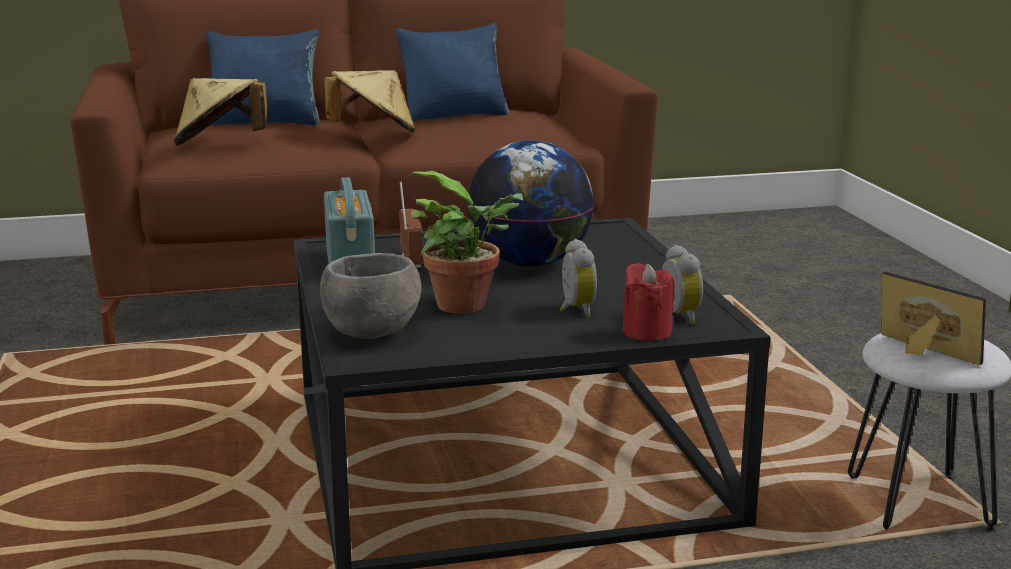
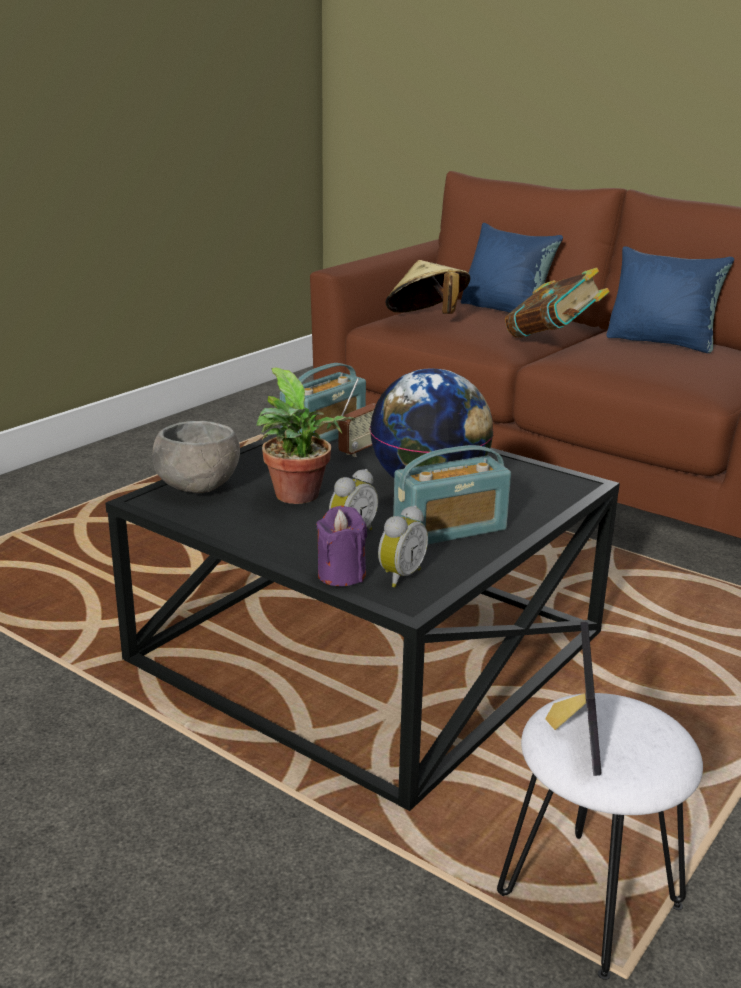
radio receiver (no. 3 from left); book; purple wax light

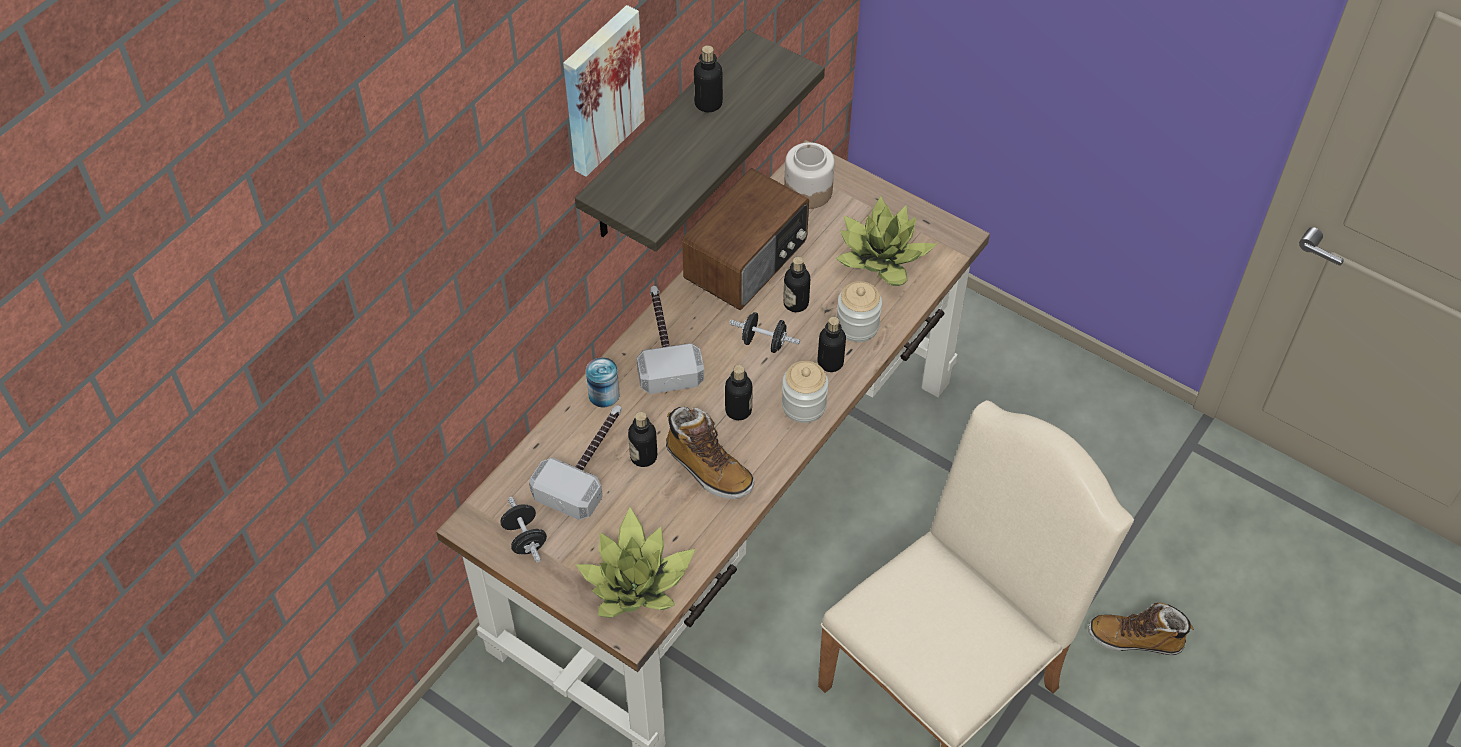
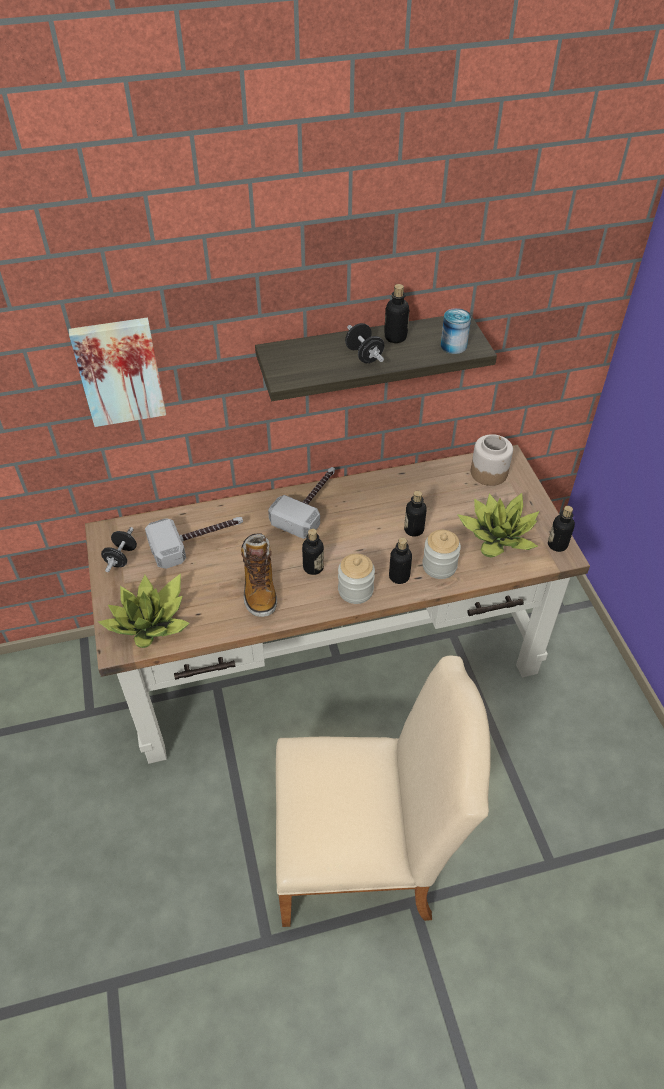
radio receiver; high-top boot (no. 2 from left in the first image); wall art; can; bottle (no. 5 from left); black hand weight (no. 2 from left)

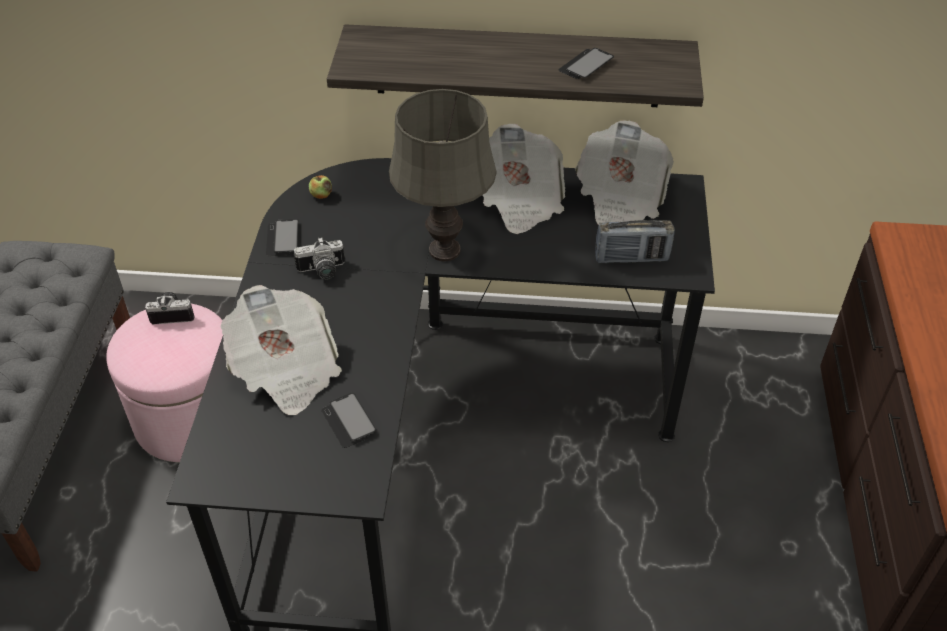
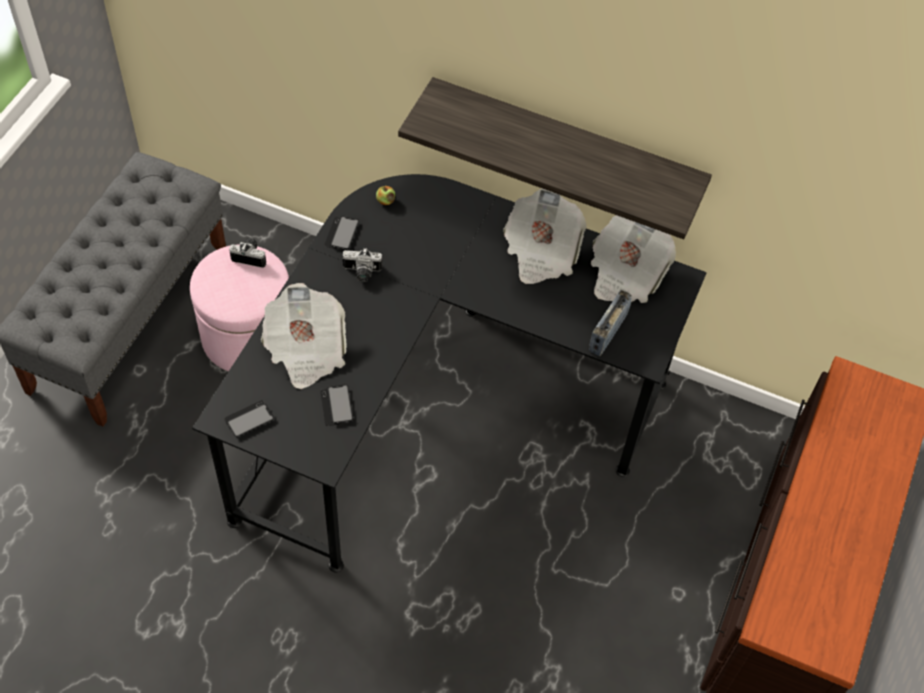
gray tabletop lamp; telephone (no. 1 from left); radio receiver

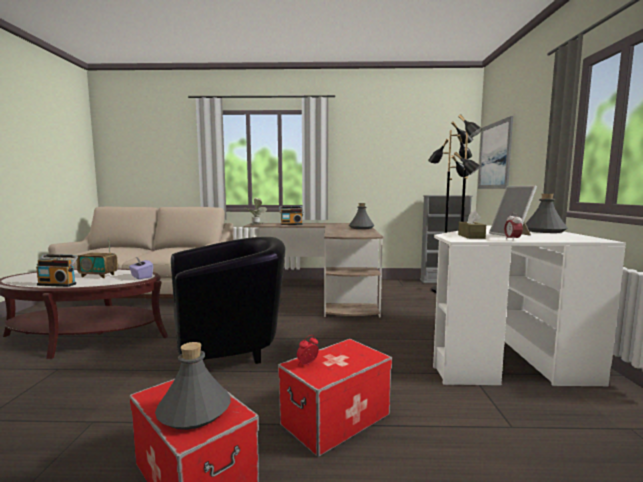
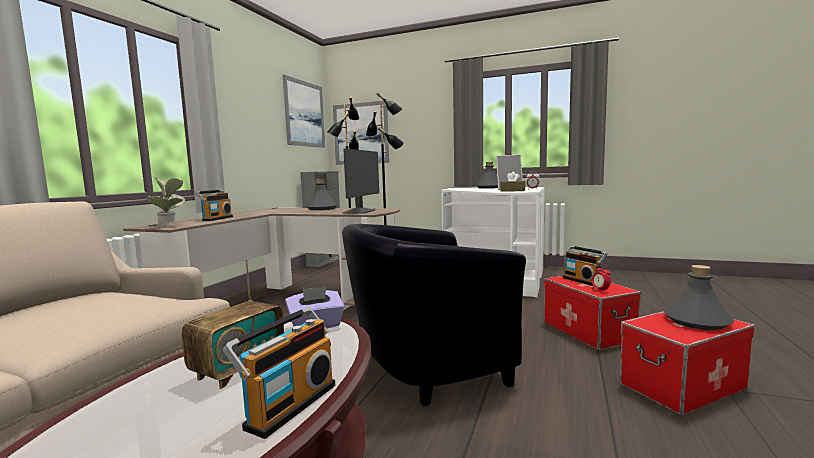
wall art (no. 1 from left); computer display; radio receiver (no. 4 from left); black armchair

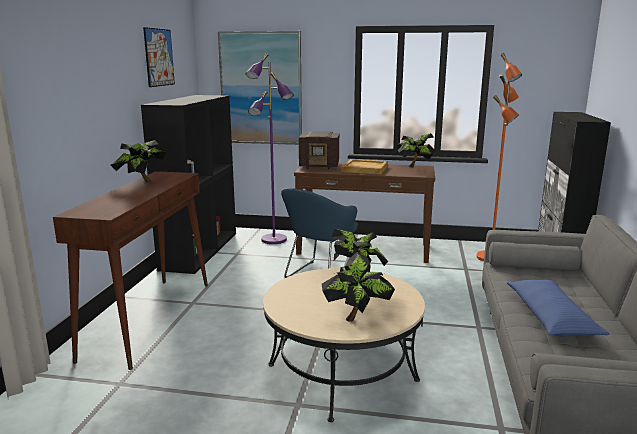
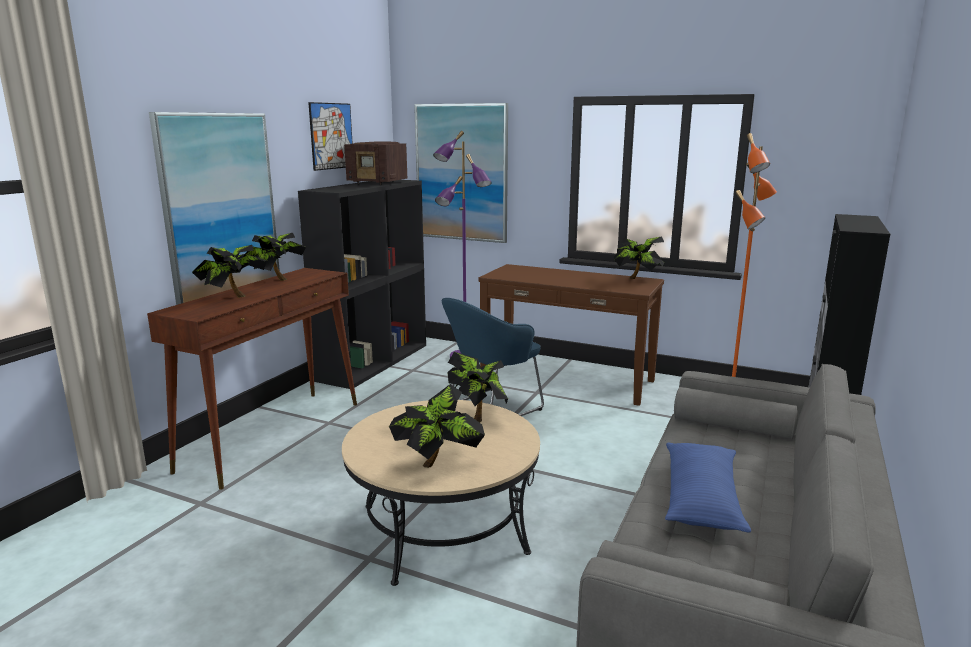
beige-coloured serving tray; wall art (no. 1 from left); potted plant (no. 1 from left); radio receiver

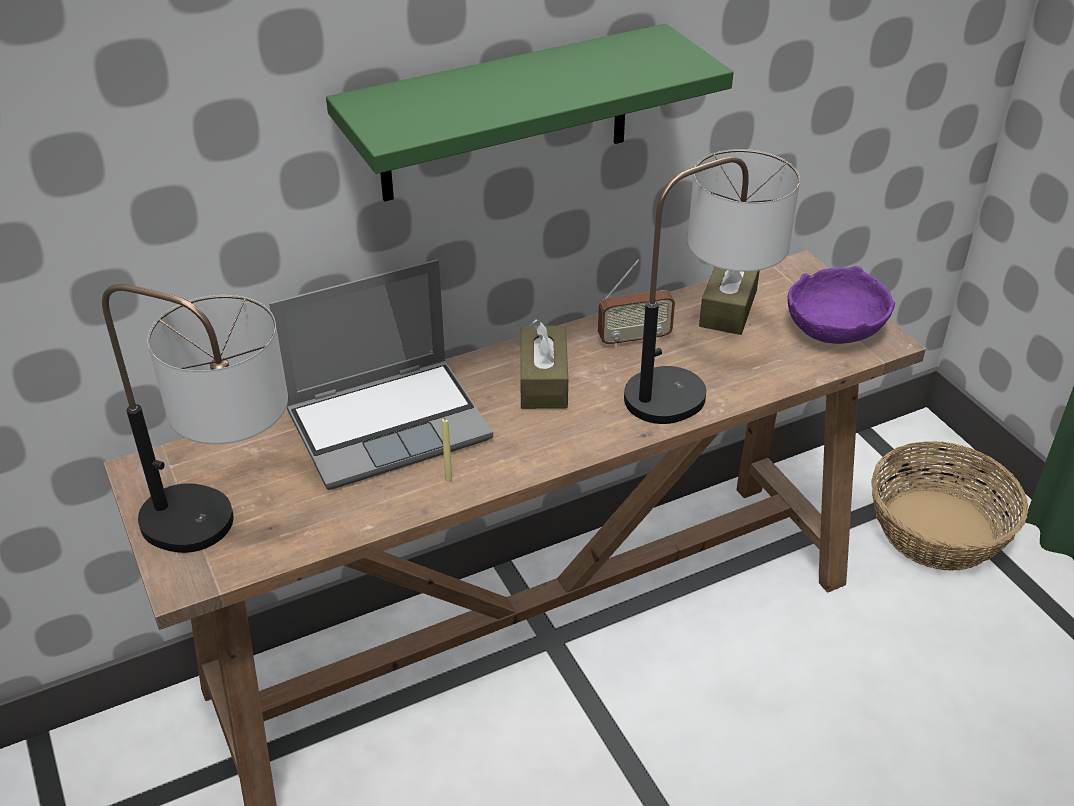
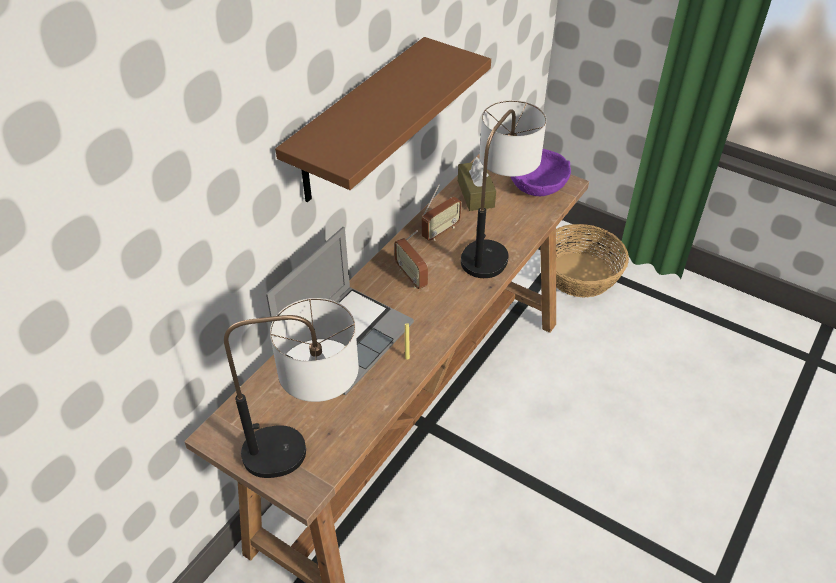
radio receiver (no. 1 from left); brown-coloured wall shelf

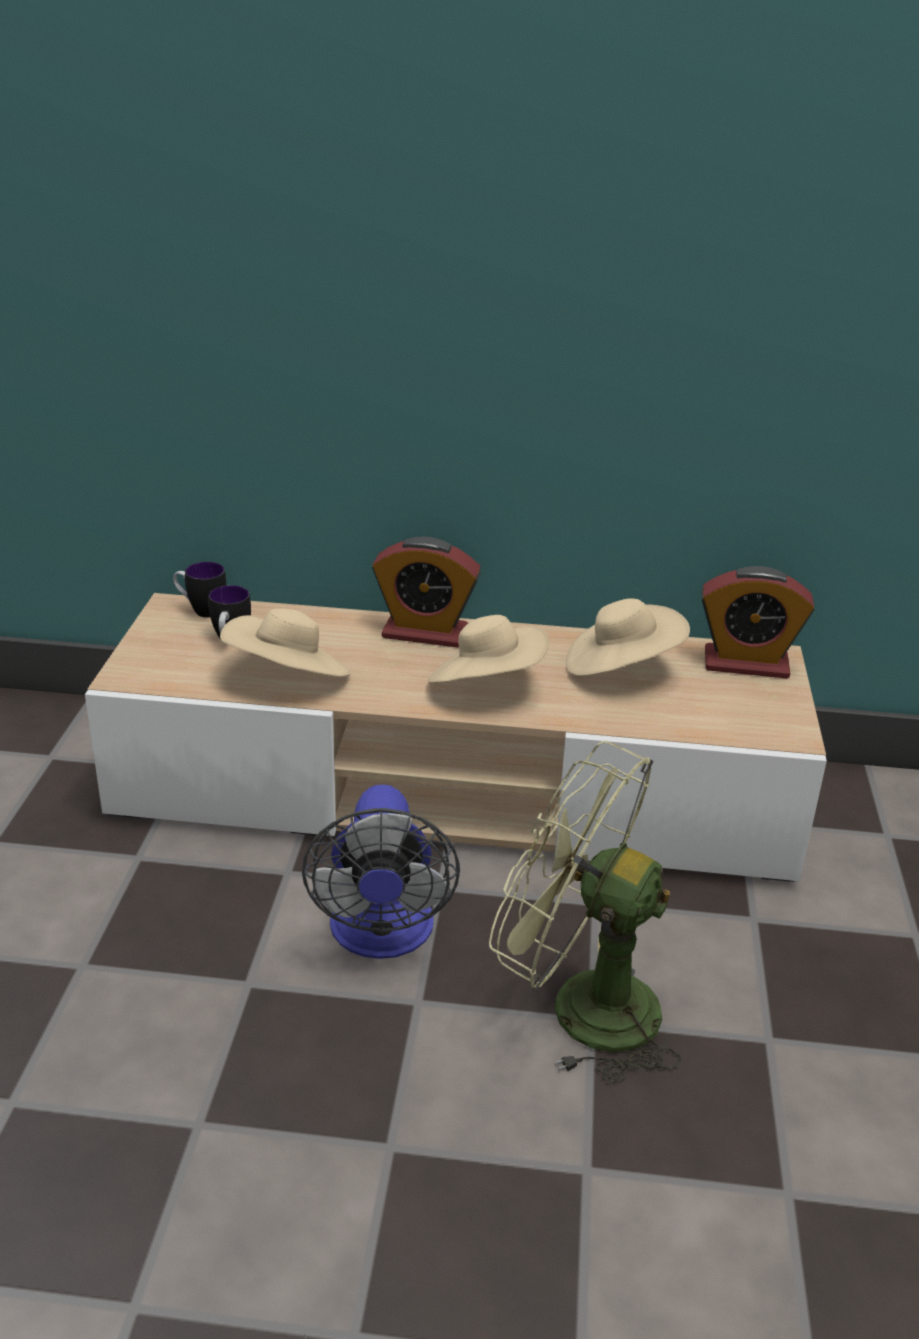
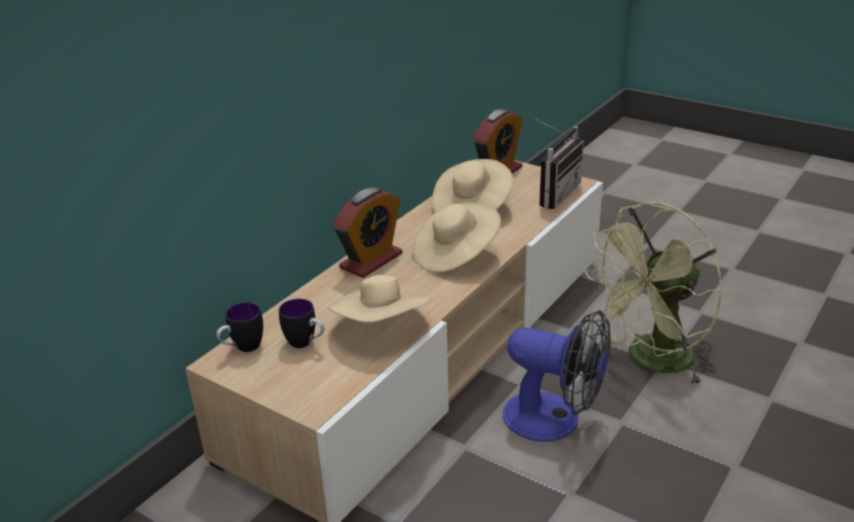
radio receiver

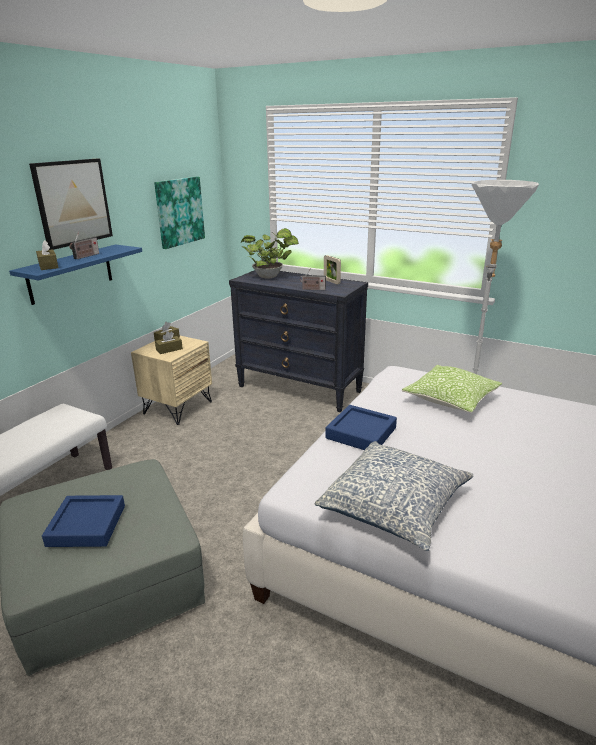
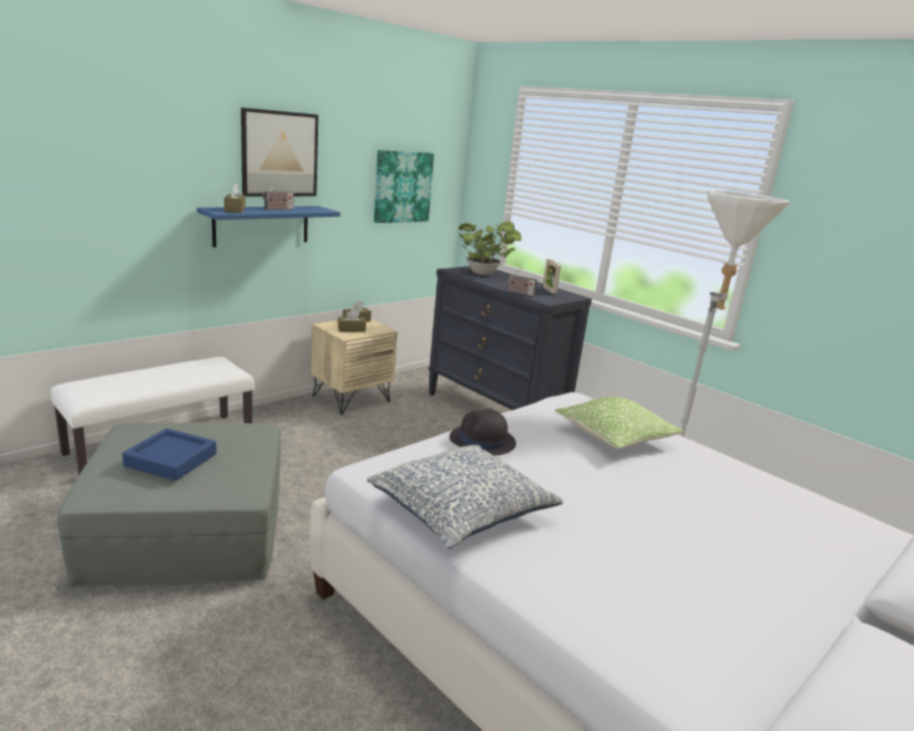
black wearable hat

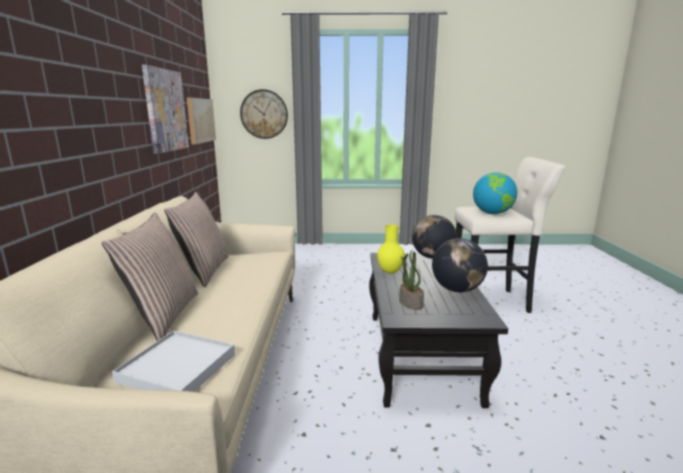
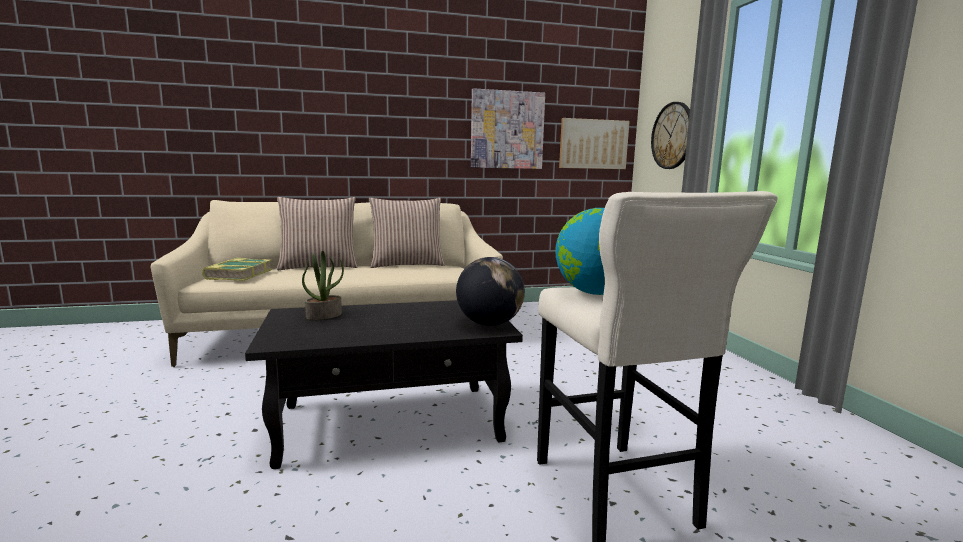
yellowish flower vase; desk globe (no. 2 from left in the first image); book

